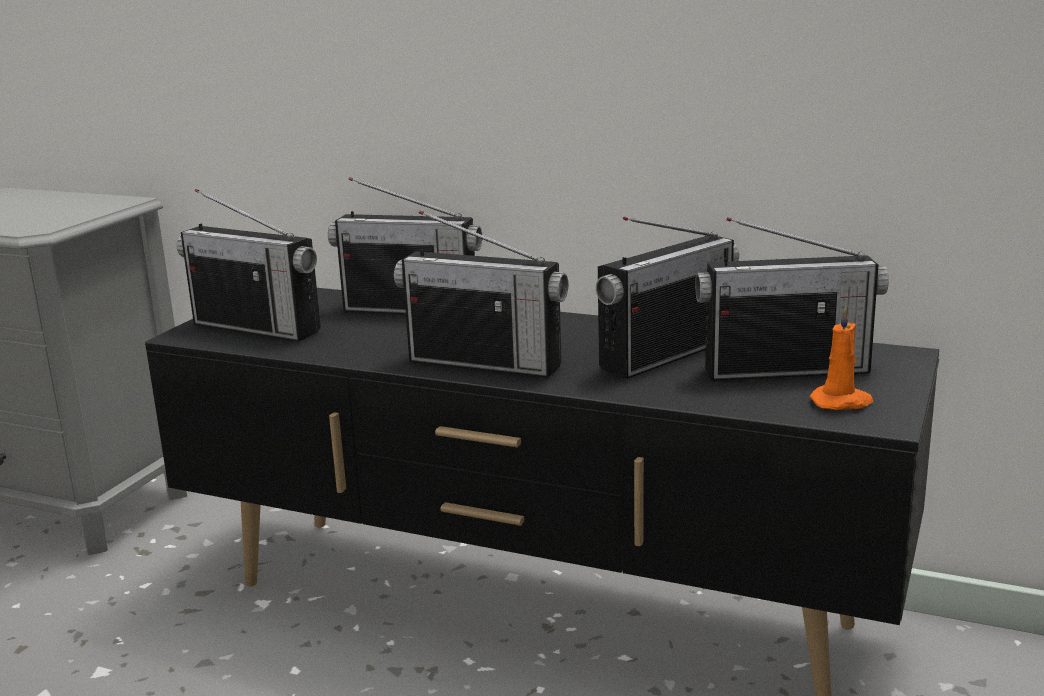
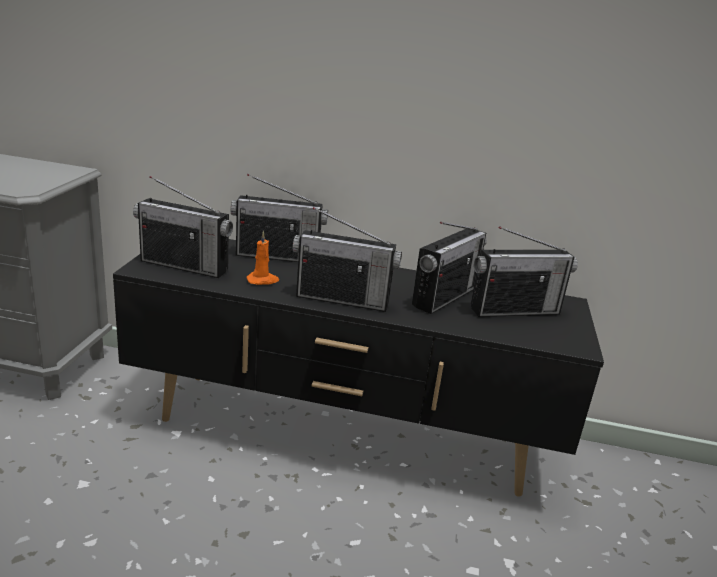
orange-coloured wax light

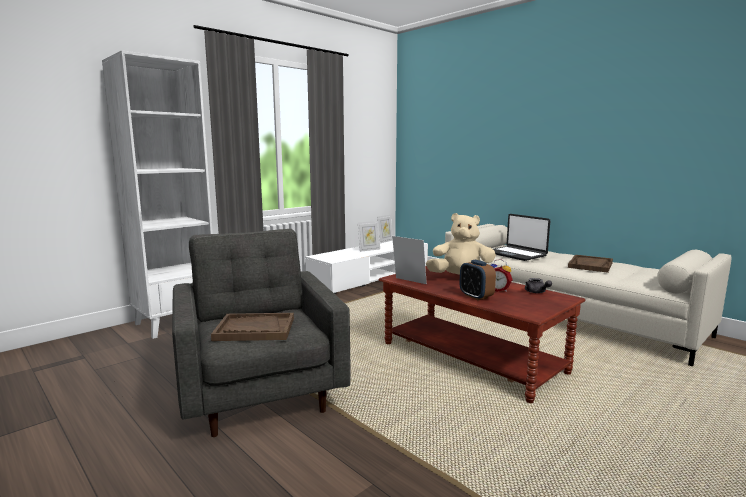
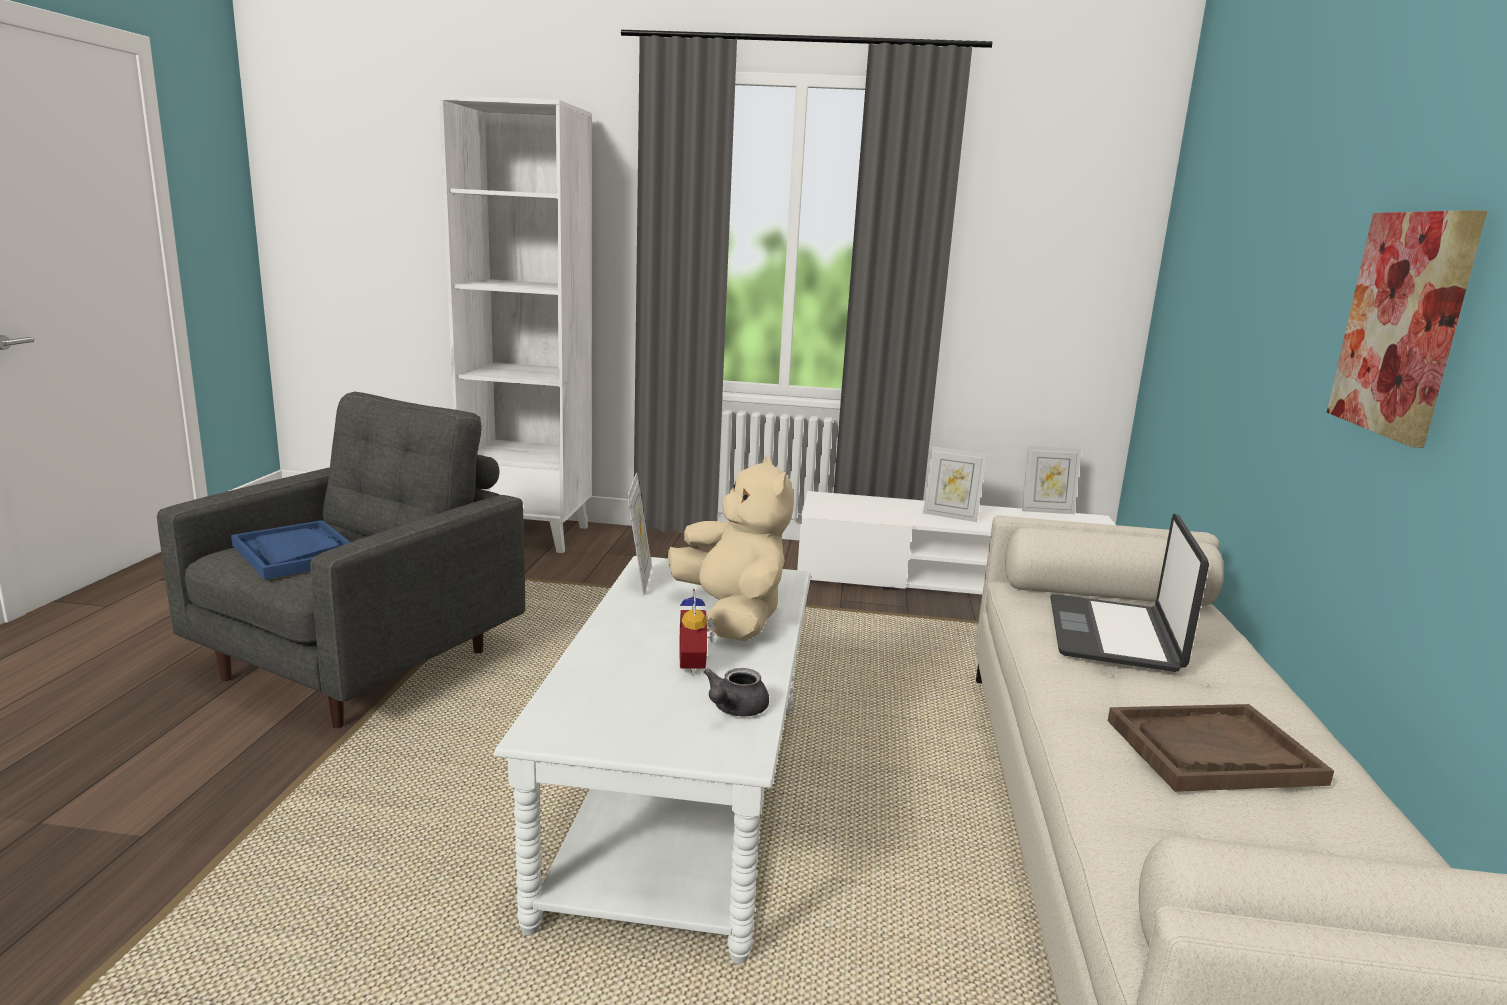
bedside clock (no. 1 from left in the first image); wall art; bluish serving tray; whitish lounge table

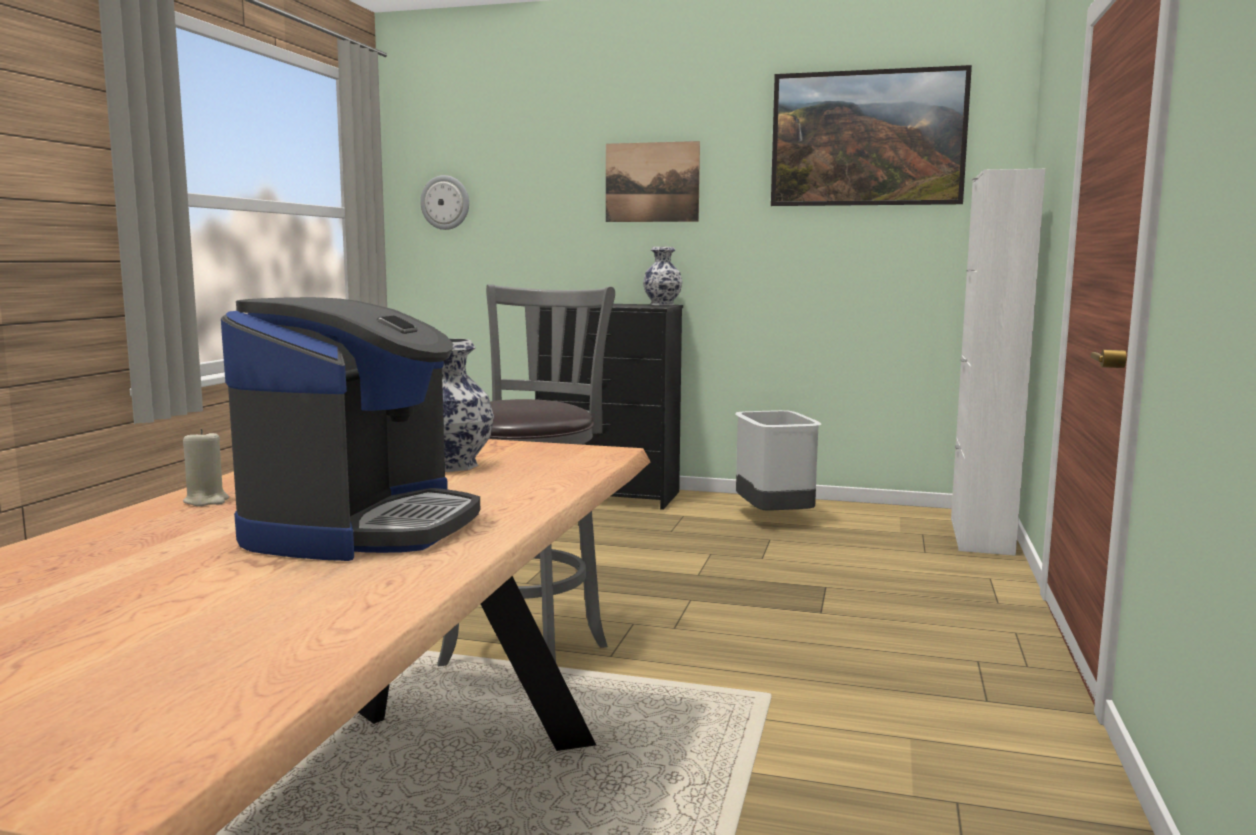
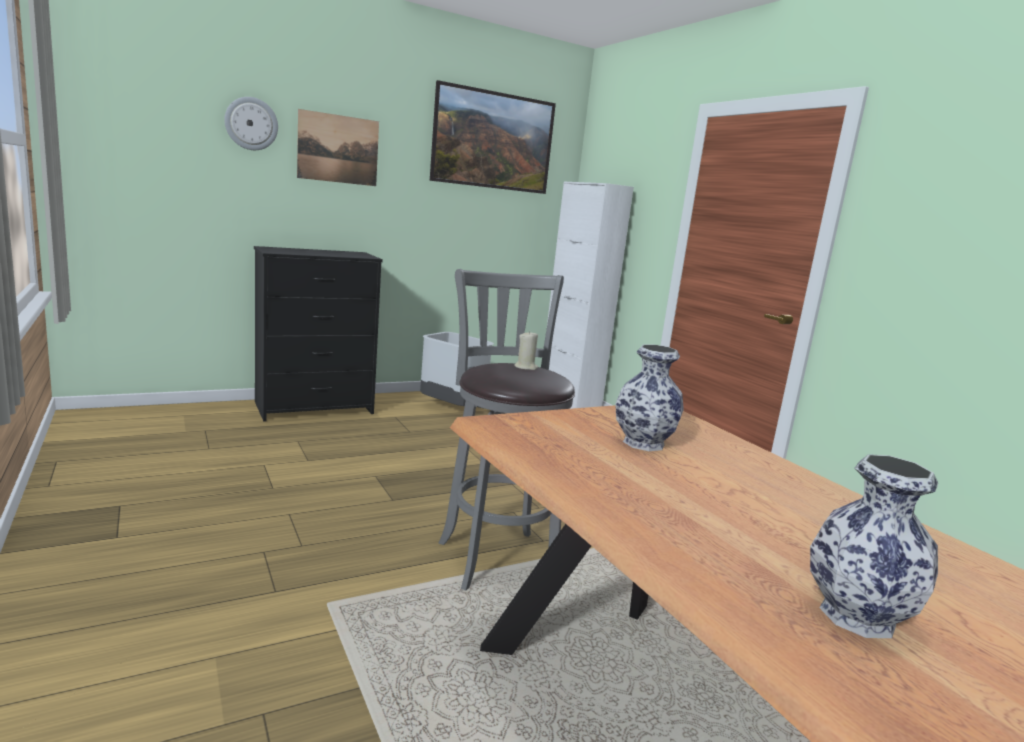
coffee machine; beige-coloured wax light; clock on the wall; flower vase (no. 2 from left)

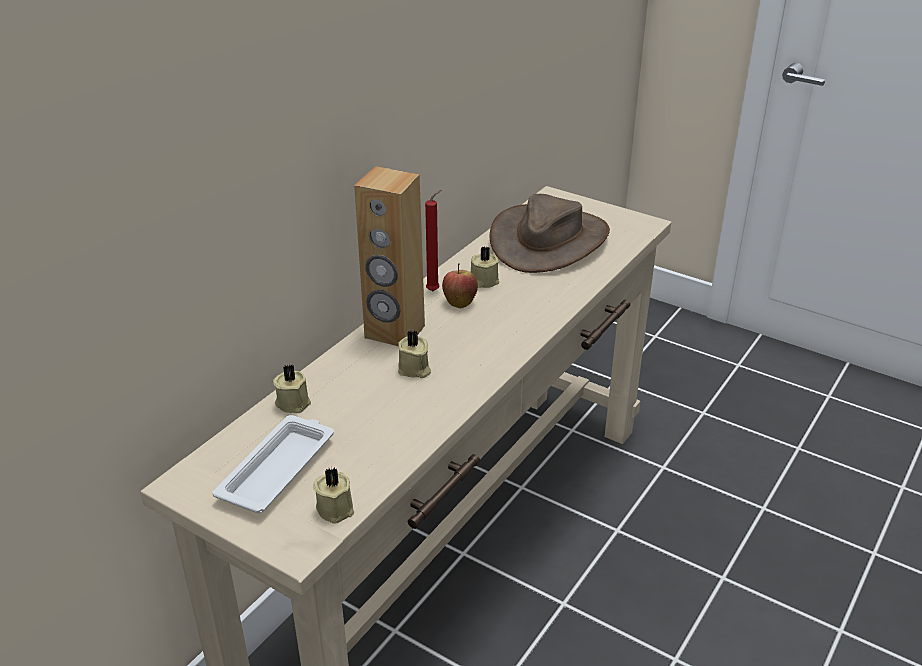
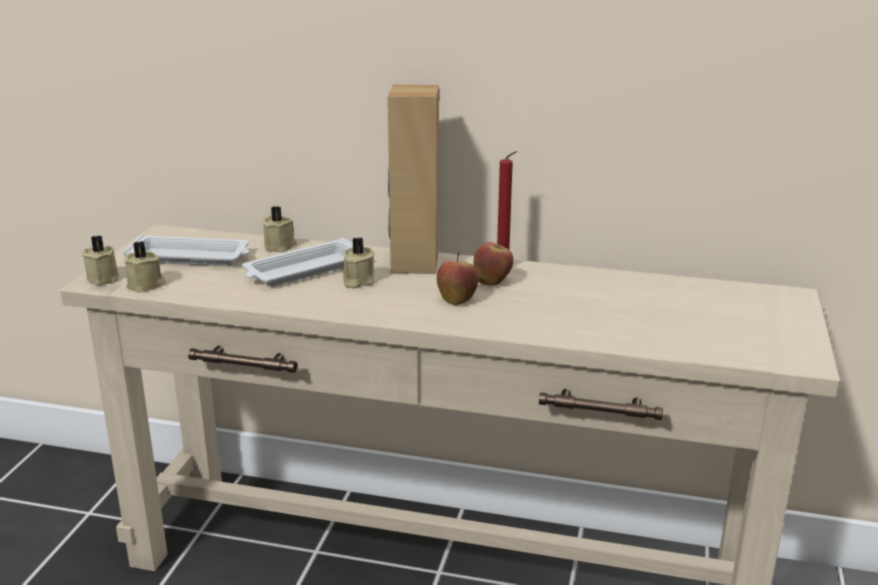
brown-coloured wearable hat; whitish serving tray (no. 2 from left); apple fruit (no. 1 from left); beige-coloured wax light (no. 1 from left)

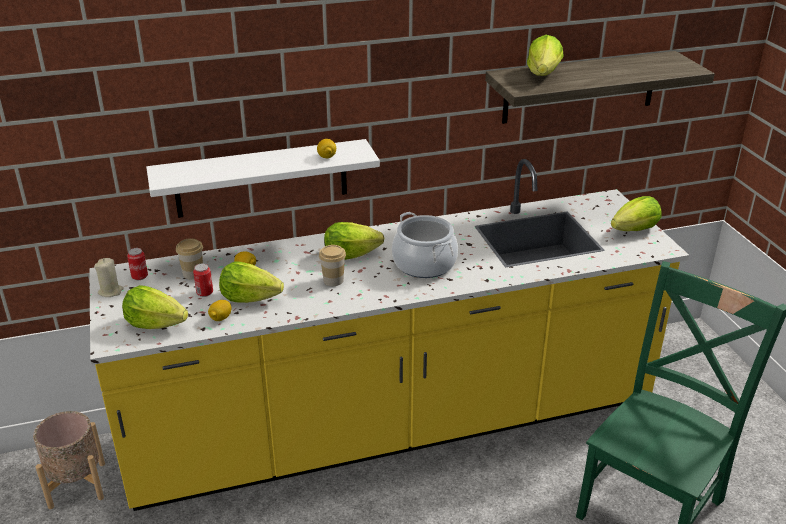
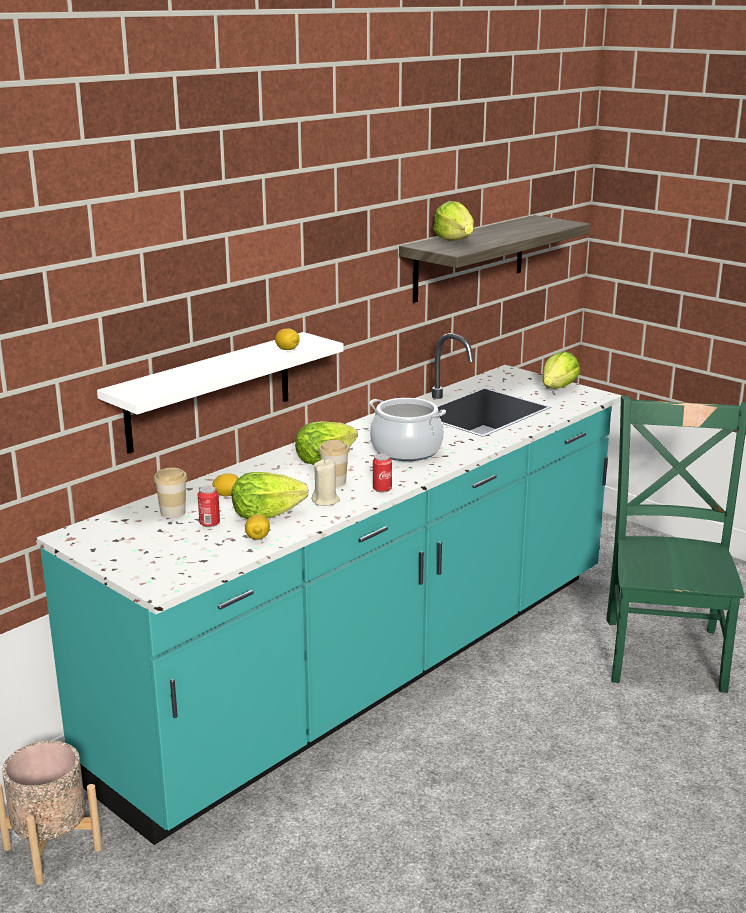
head of lettuce (no. 1 from left in the first image); beige-coloured wax light; can (no. 2 from left); turquoise-coloured kitchen counter

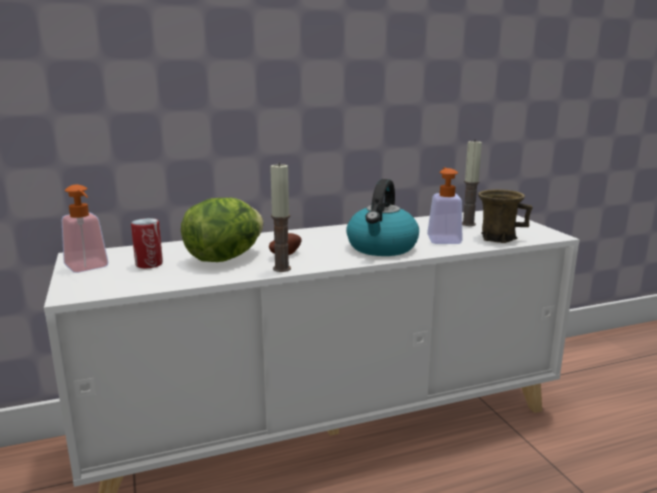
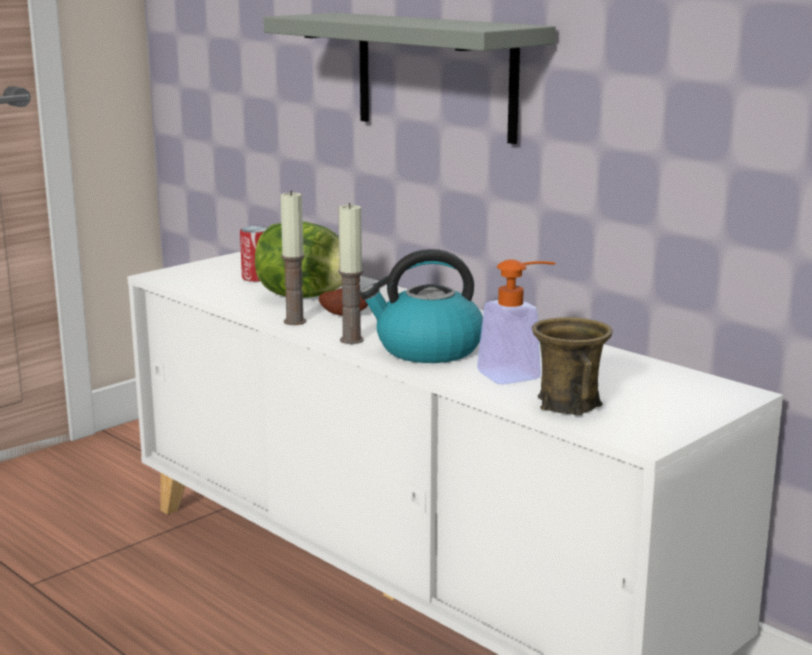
soap dispenser (no. 1 from left in the first image); gray wall shelf; wax light (no. 2 from left)

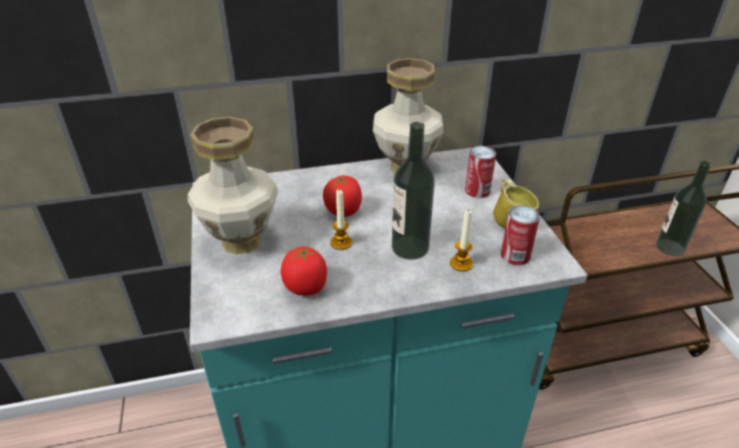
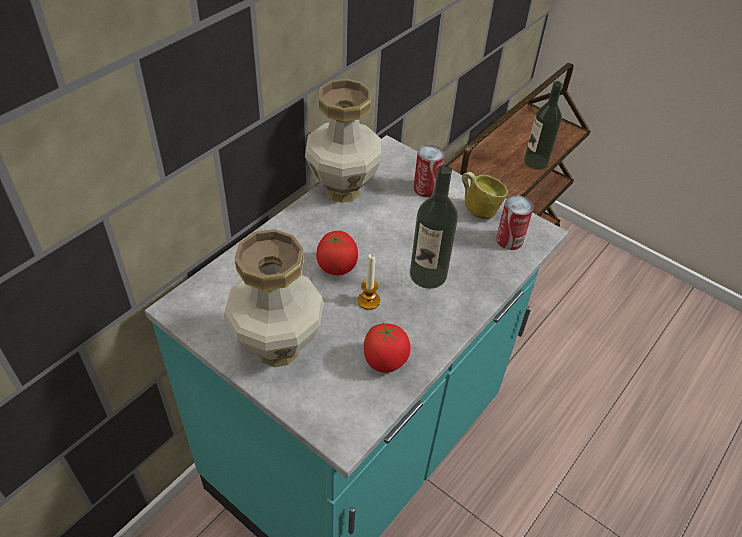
wax light (no. 2 from left in the first image)

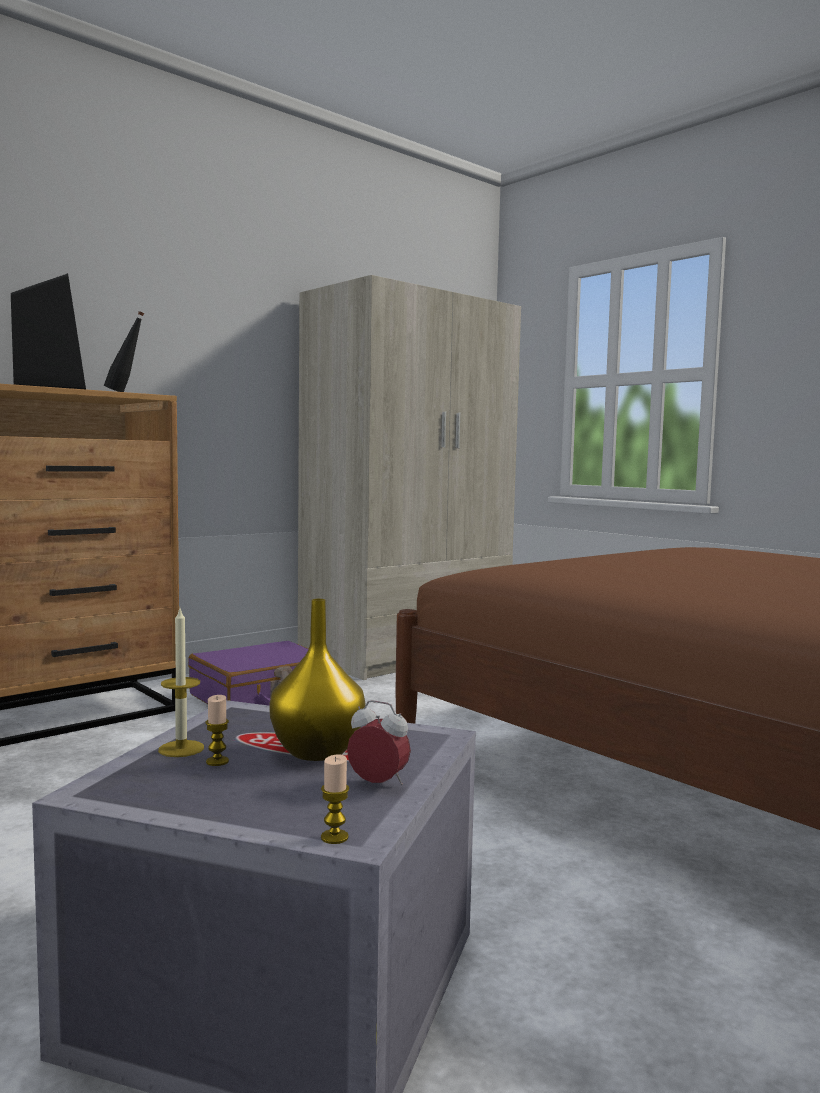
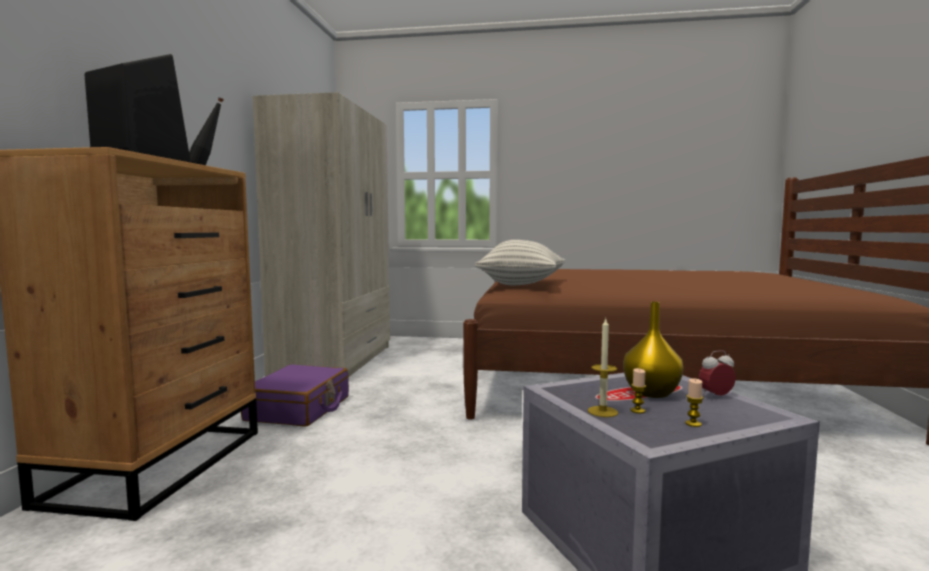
cushion; wax light (no. 3 from left)

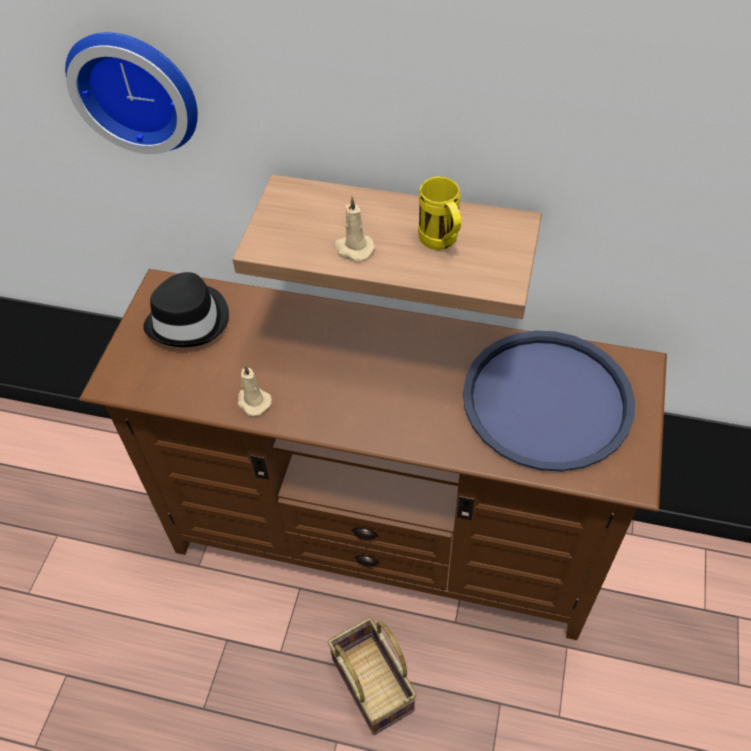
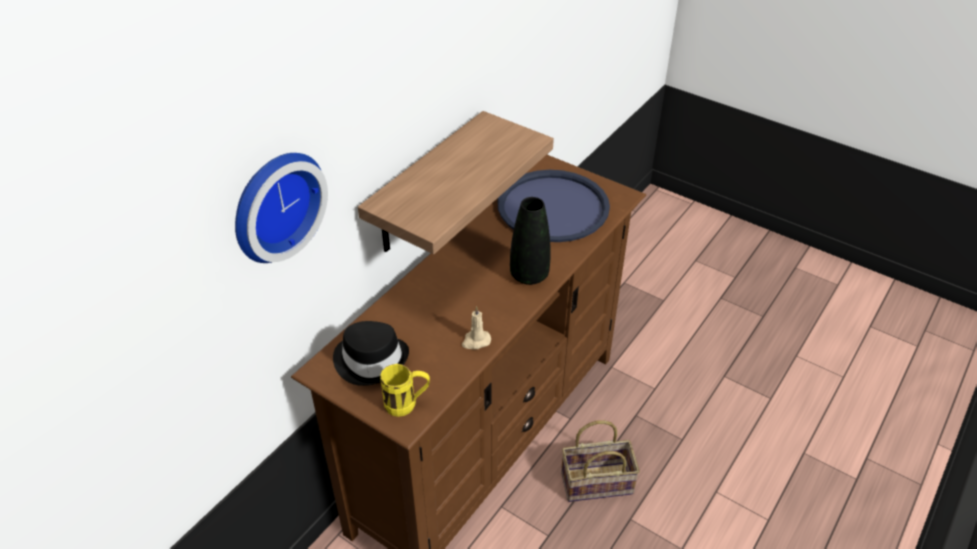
beige-coloured wax light (no. 2 from left in the first image); black flower vase; yellowish mug

